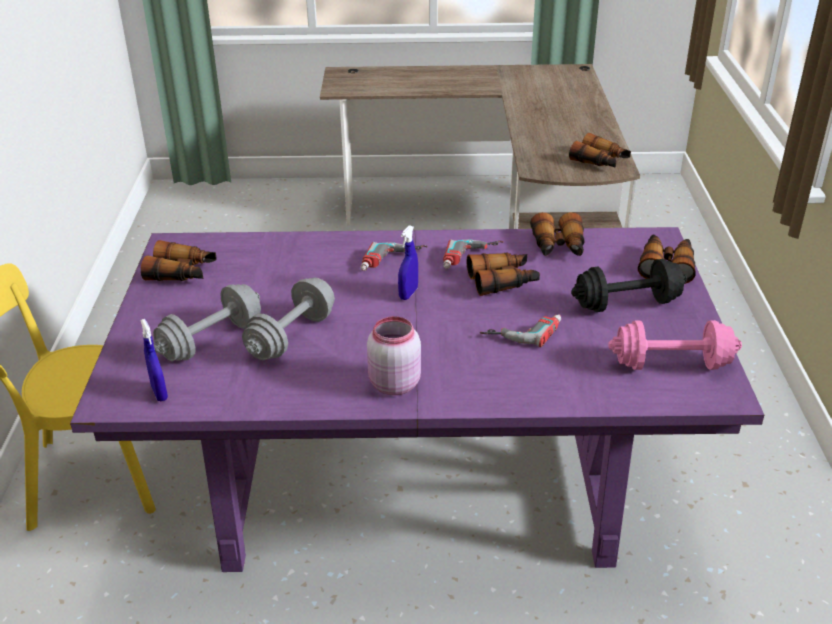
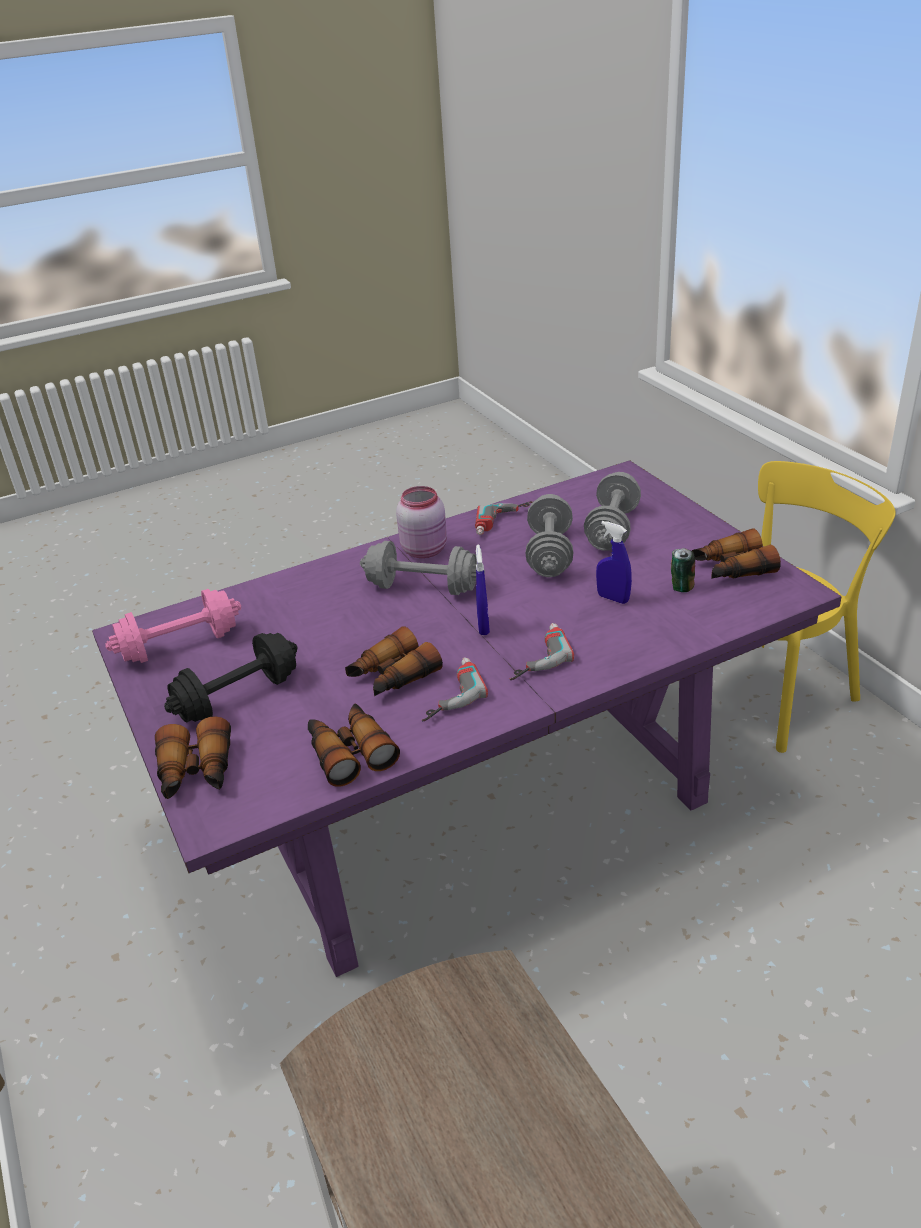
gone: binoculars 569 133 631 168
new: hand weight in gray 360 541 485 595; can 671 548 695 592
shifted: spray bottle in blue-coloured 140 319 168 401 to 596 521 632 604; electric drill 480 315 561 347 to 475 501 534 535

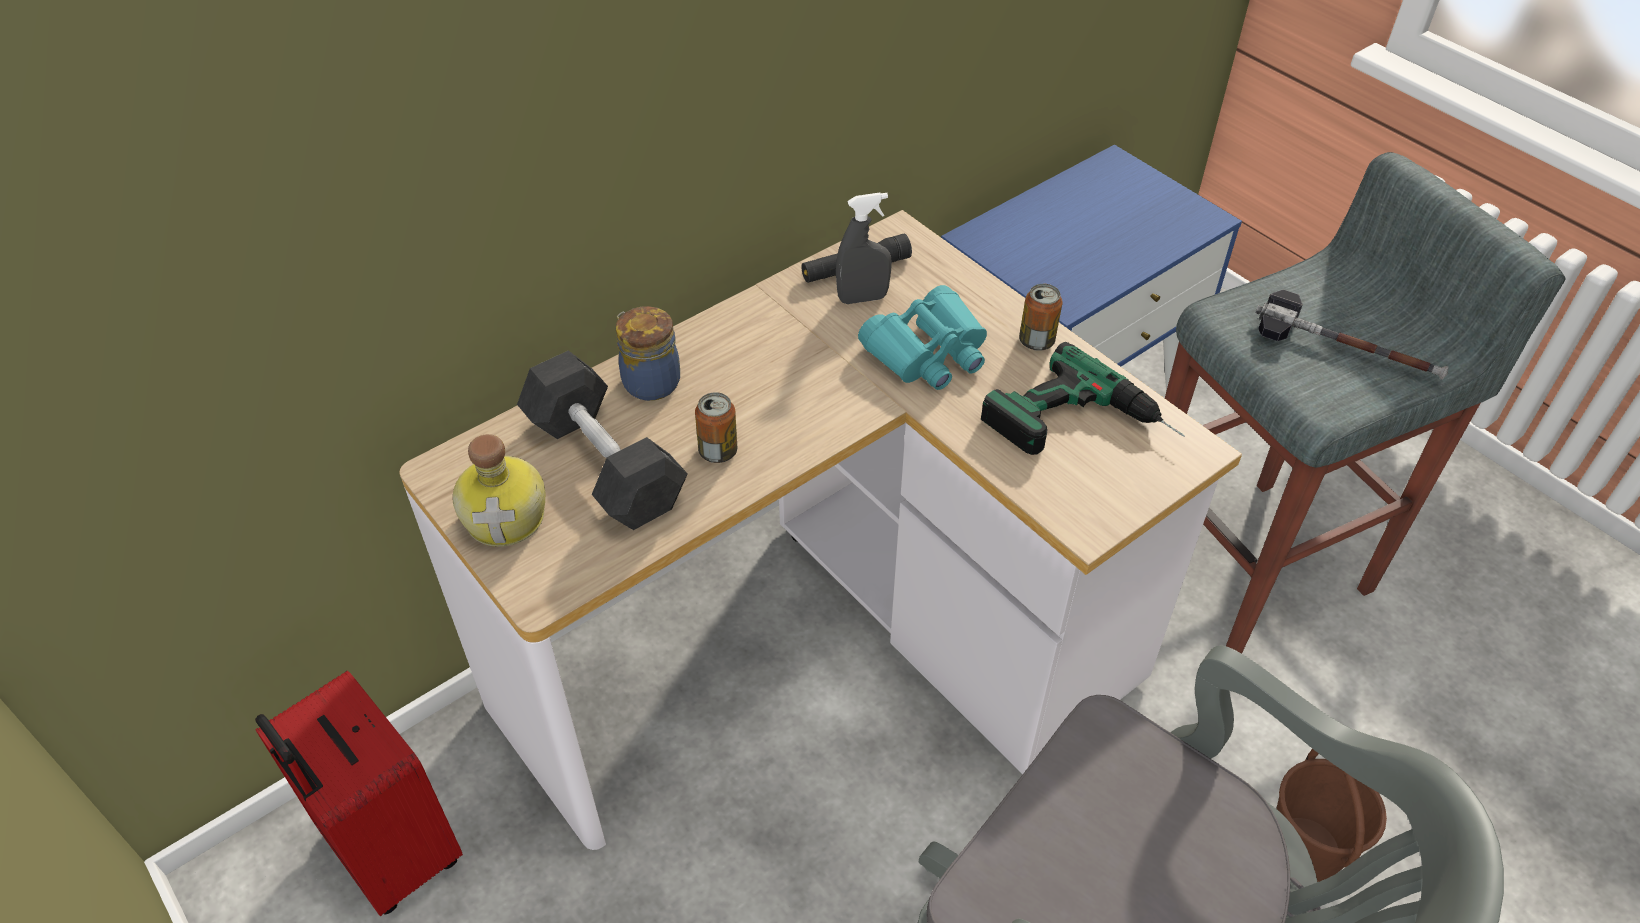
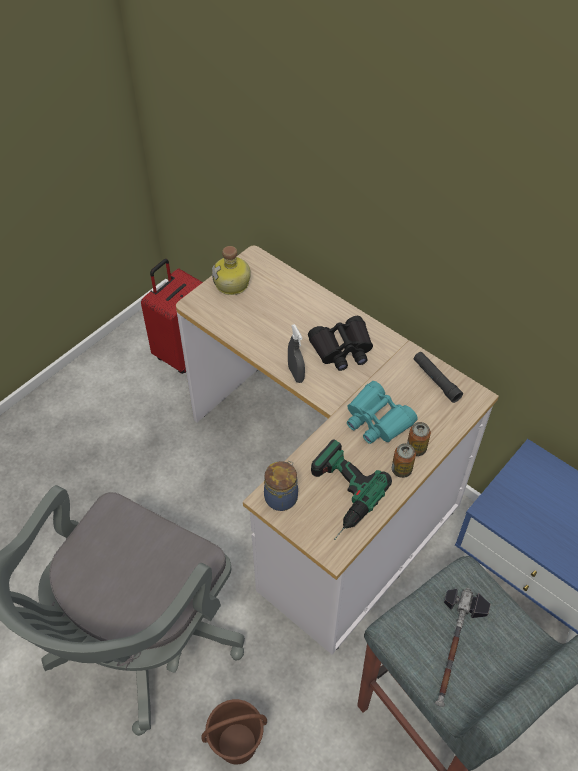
gone: hand weight in gray 517 350 688 530
new: binoculars in blackish 308 316 373 371
shifted: preserve jar 616 306 680 401 to 264 461 298 511; can 695 392 737 463 to 407 422 431 456; spray bottle in gray 836 192 892 304 to 288 324 305 383

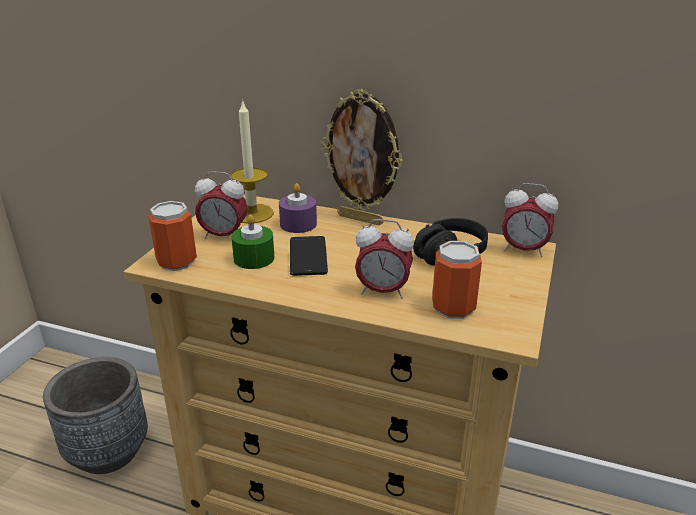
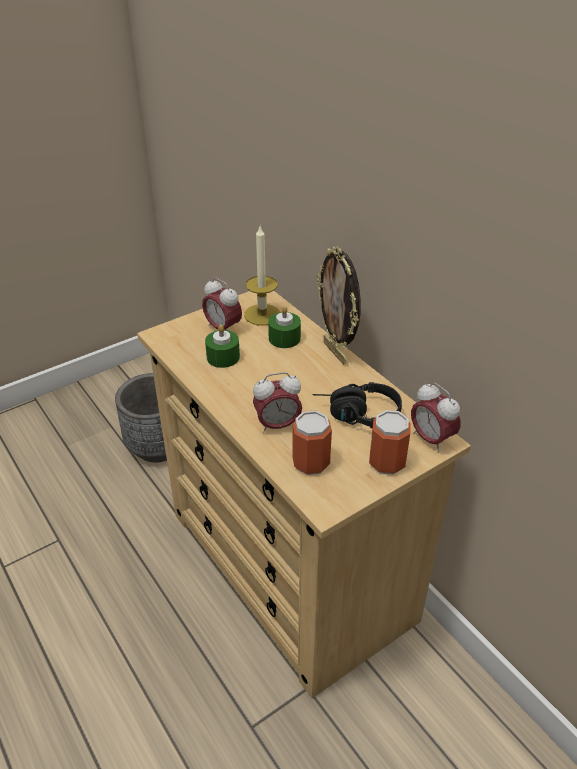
gone: phone 290 236 328 276
shifted: can 148 201 197 271 to 369 410 411 475
repainted: candle in purple-coloured 279 183 317 233 to candle in green 268 306 301 348
rotated: alarm clock 355 219 414 299 = 253 372 302 434 60 degrees counterclockwise

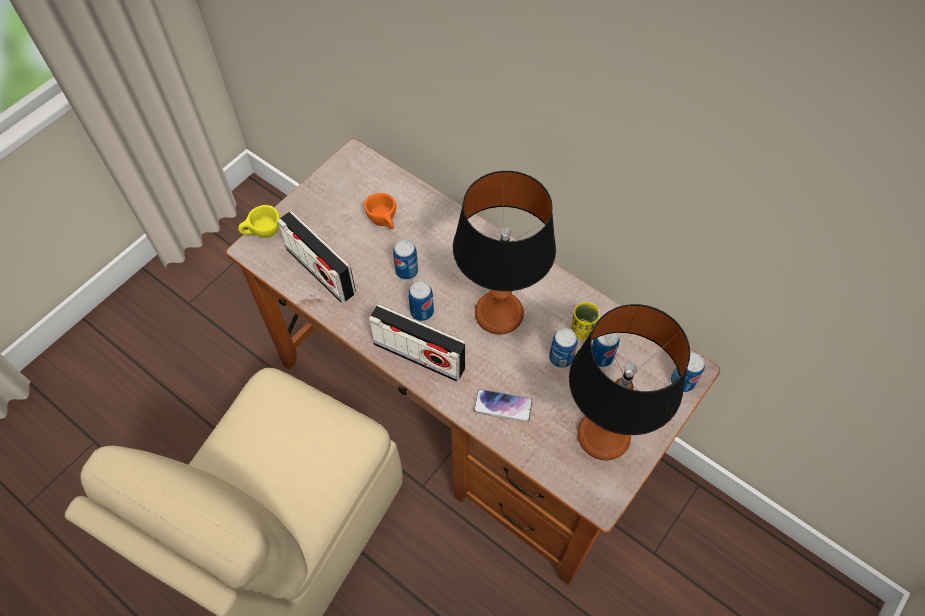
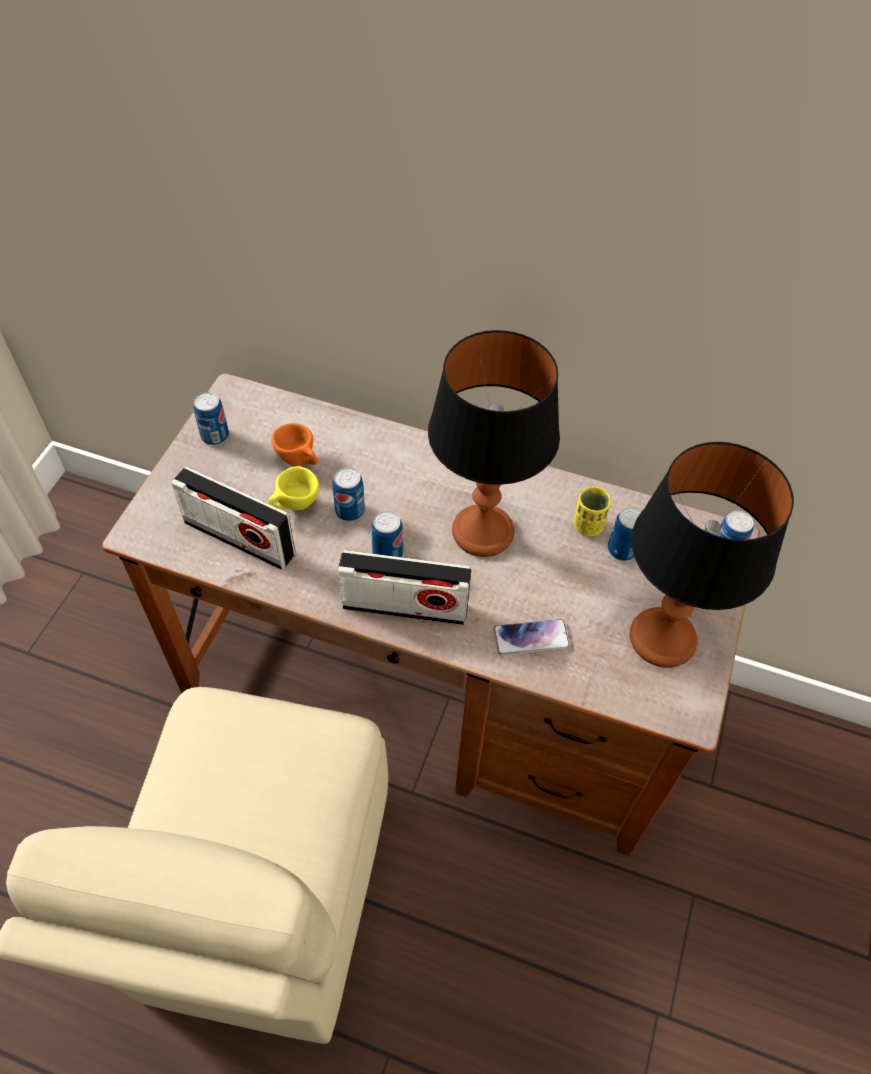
shifted: small cup in yellowish 238 205 280 238 to 267 466 319 510; can 549 328 578 368 to 193 392 229 445

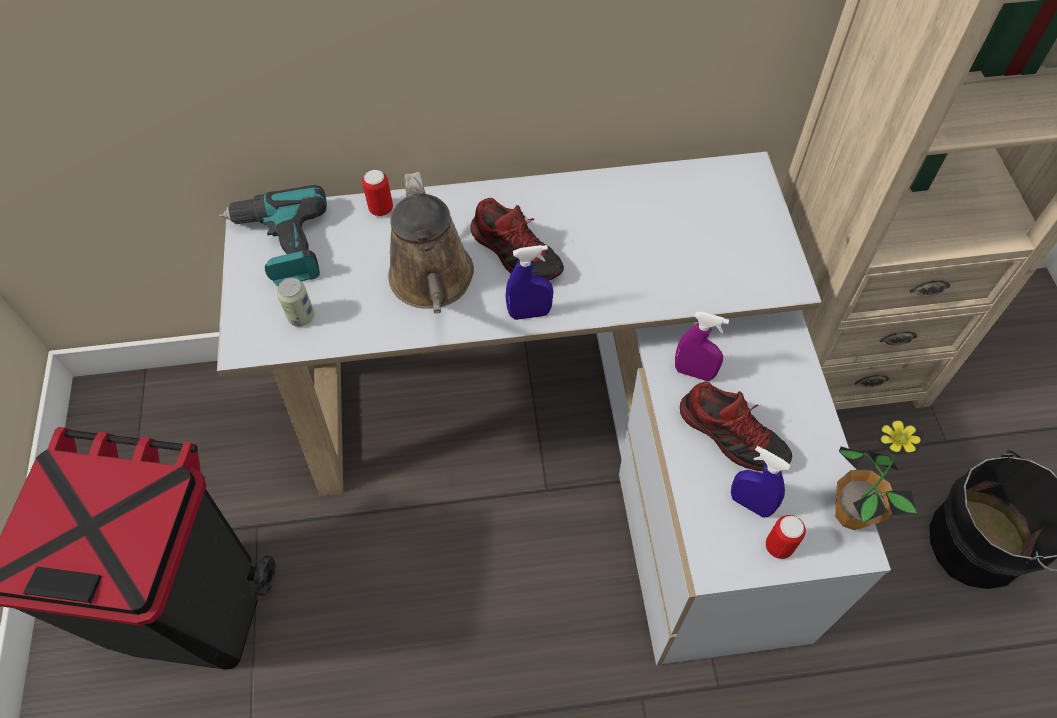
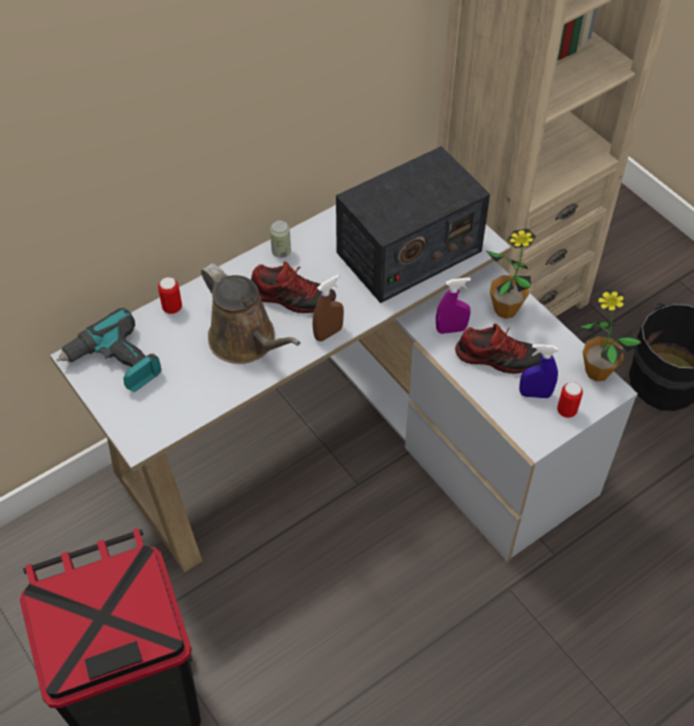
new: radio 336 146 490 303; houseplant 485 229 536 319
shifted: can 277 278 314 327 to 270 220 291 258
repainted: spray bottle in blue-coloured 505 245 553 320 to spray bottle in brownish 312 275 344 341

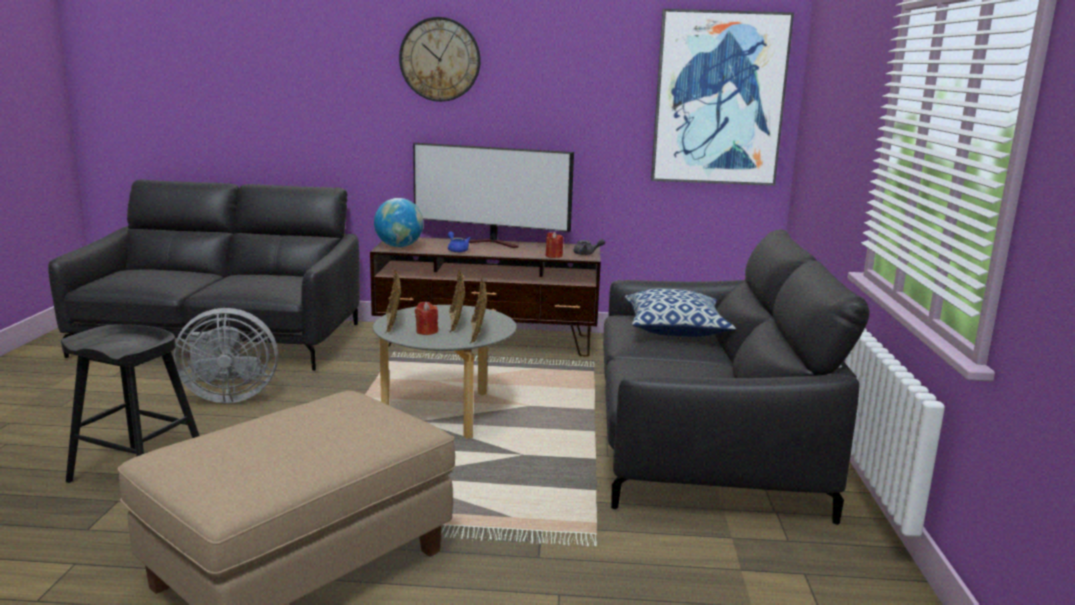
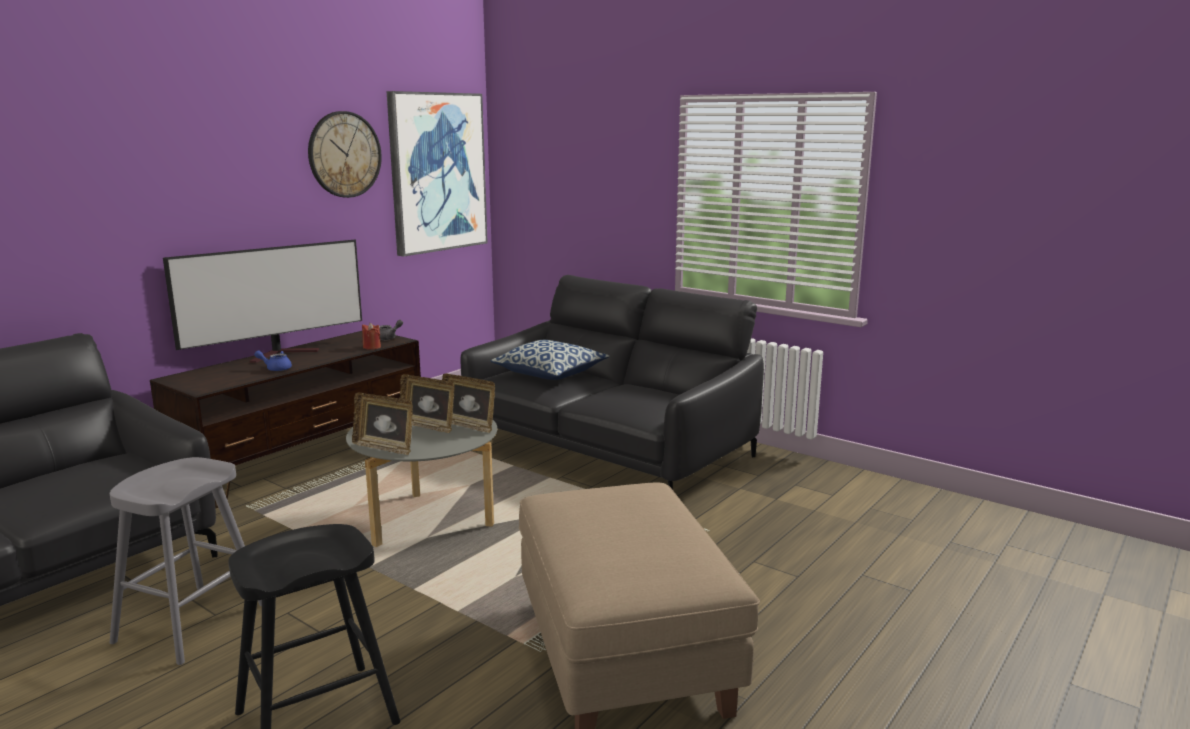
gone: desk globe 374 198 424 247; candle in reddish 415 302 438 335
shifted: hanging clock 399 17 481 102 to 308 111 382 198
swapped: fan in gray 174 308 278 403 to stool seat in gray 110 457 262 665

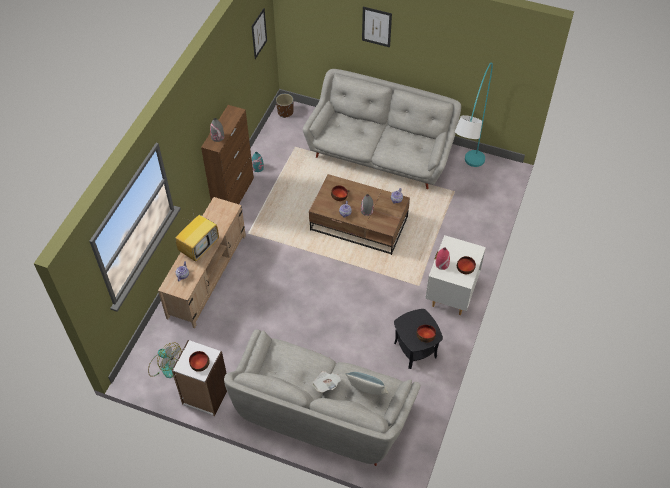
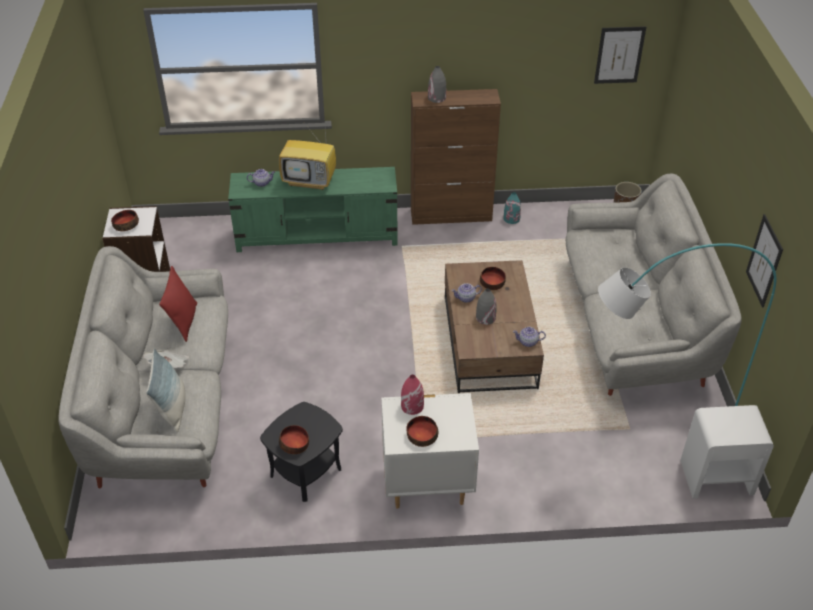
gone: fan 148 343 181 378
new: cushion in reddish 159 266 197 342; bedside table in white-coloured 680 405 774 498
shifted: wall art 362 7 392 47 to 746 214 783 308
repainted: tv unit in sand-coloured 158 197 246 328 to tv unit in green 228 167 398 252

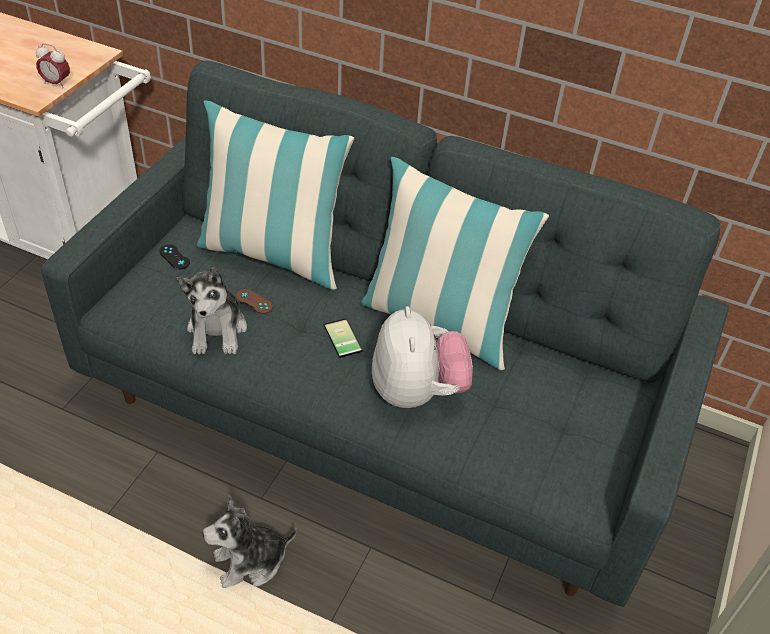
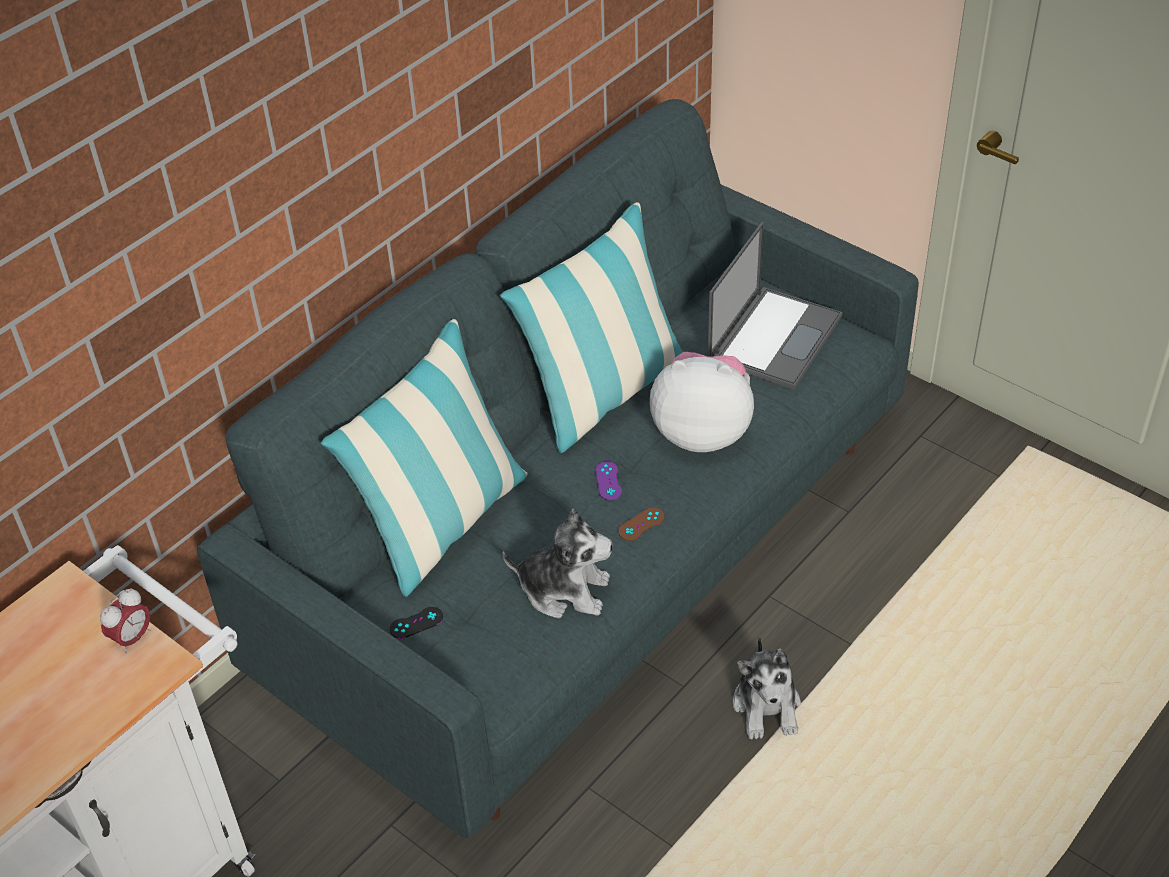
new: laptop 708 222 842 389
shifted: joypad in brownish 236 289 273 314 to 618 507 664 541
swapped: phone 324 318 363 358 to joypad in purple-coloured 595 462 622 500

